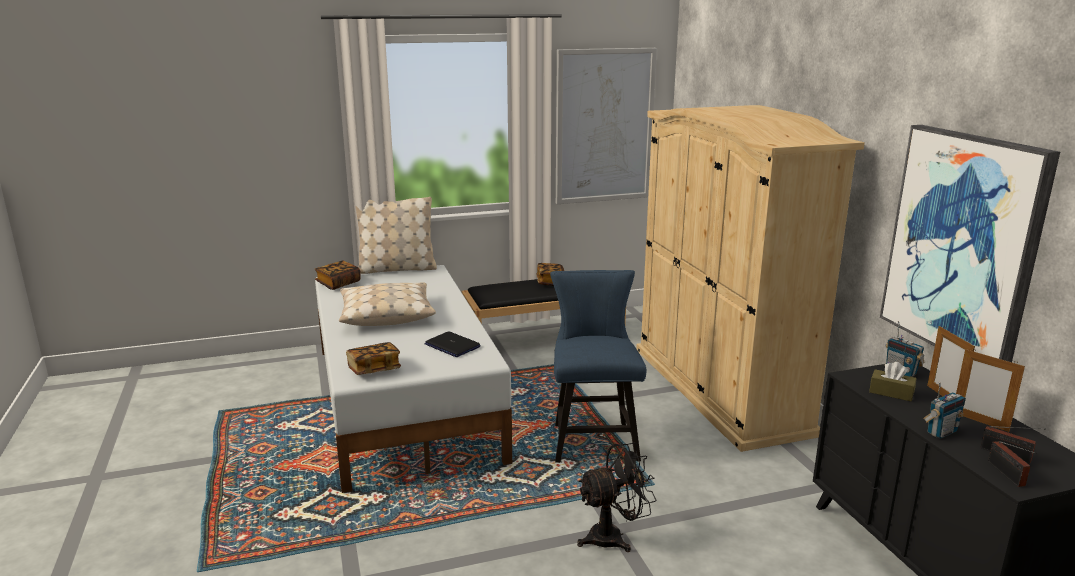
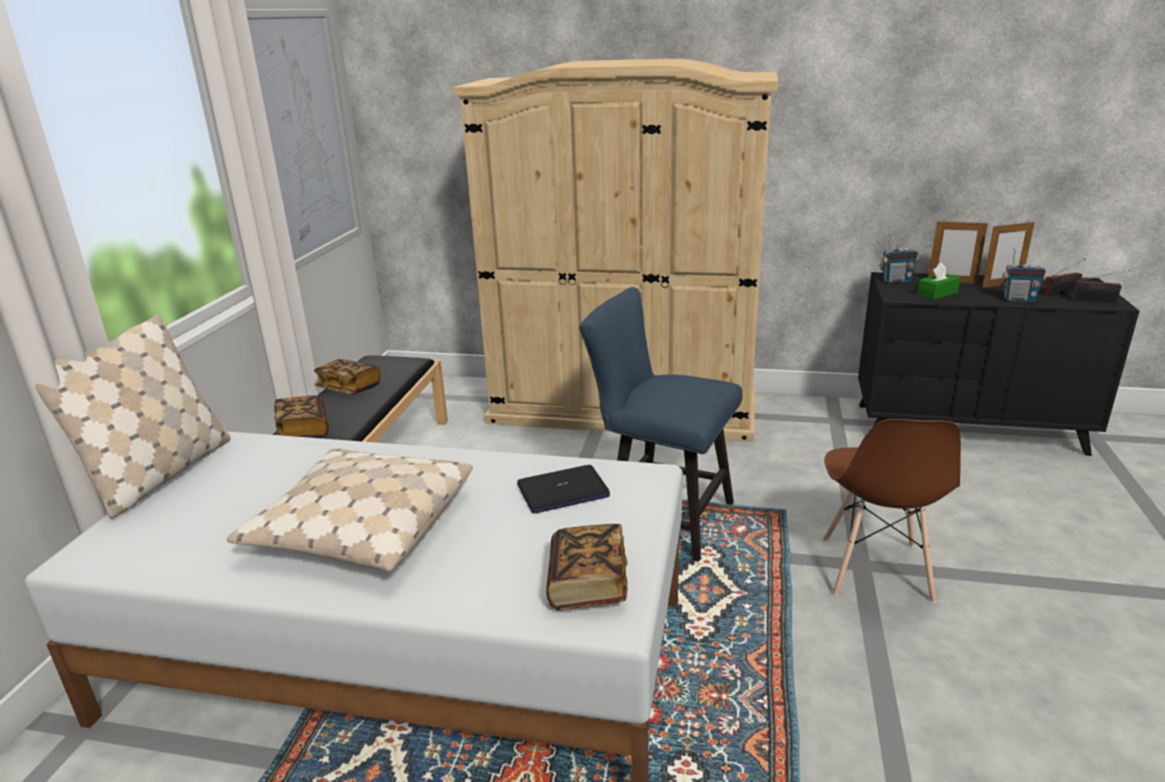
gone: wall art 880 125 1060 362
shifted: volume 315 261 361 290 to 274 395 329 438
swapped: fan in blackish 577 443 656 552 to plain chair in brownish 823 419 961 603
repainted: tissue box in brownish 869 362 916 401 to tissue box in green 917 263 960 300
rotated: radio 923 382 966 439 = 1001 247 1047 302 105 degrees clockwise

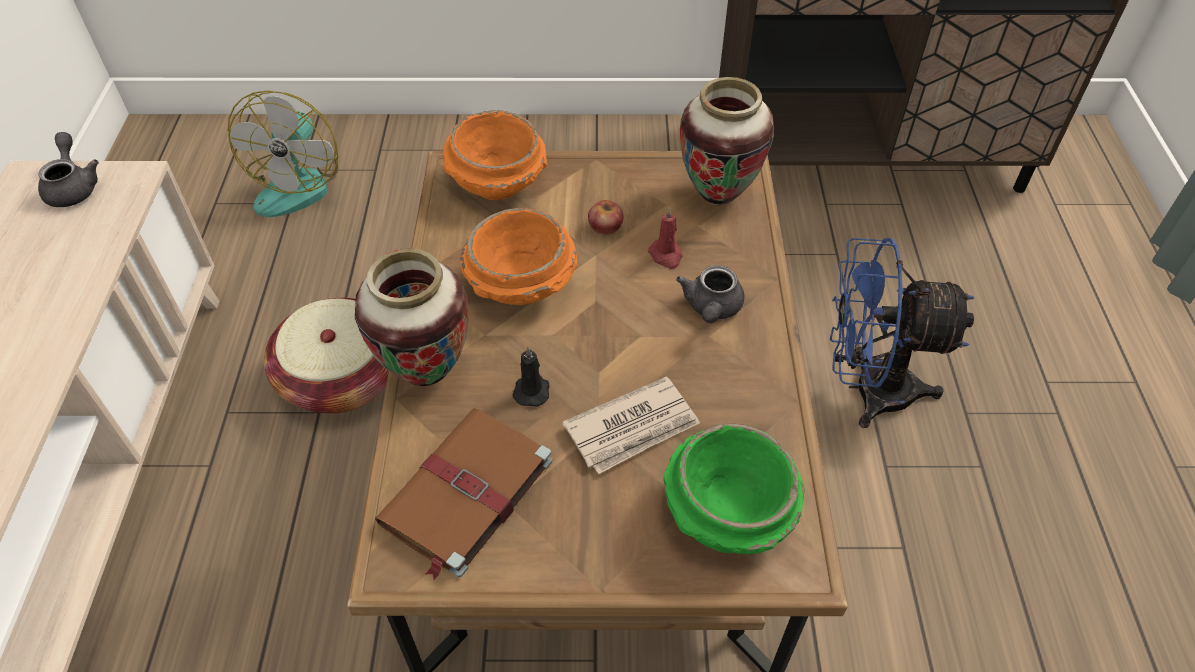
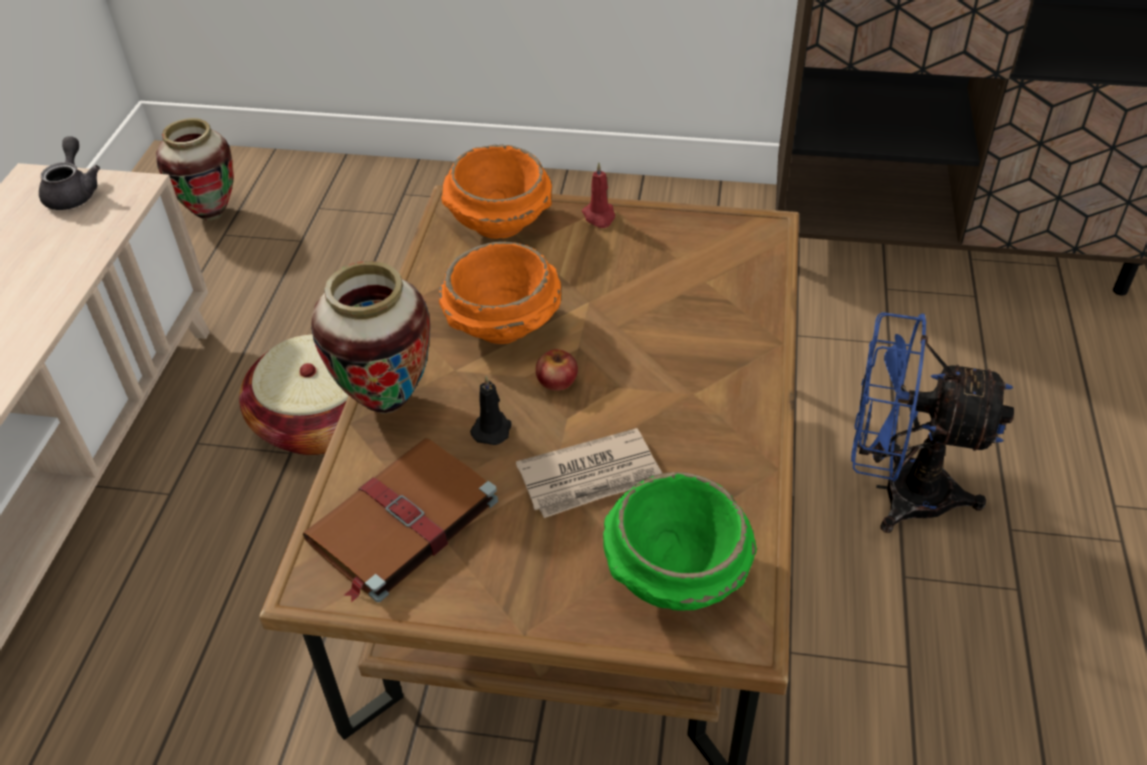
gone: fan 228 90 338 217; pot for tea in gray 676 265 744 323
shifted: apple 588 200 623 235 to 536 349 578 391; candle in reddish 648 207 683 269 to 582 162 615 228; vase 680 77 774 206 to 156 118 234 221

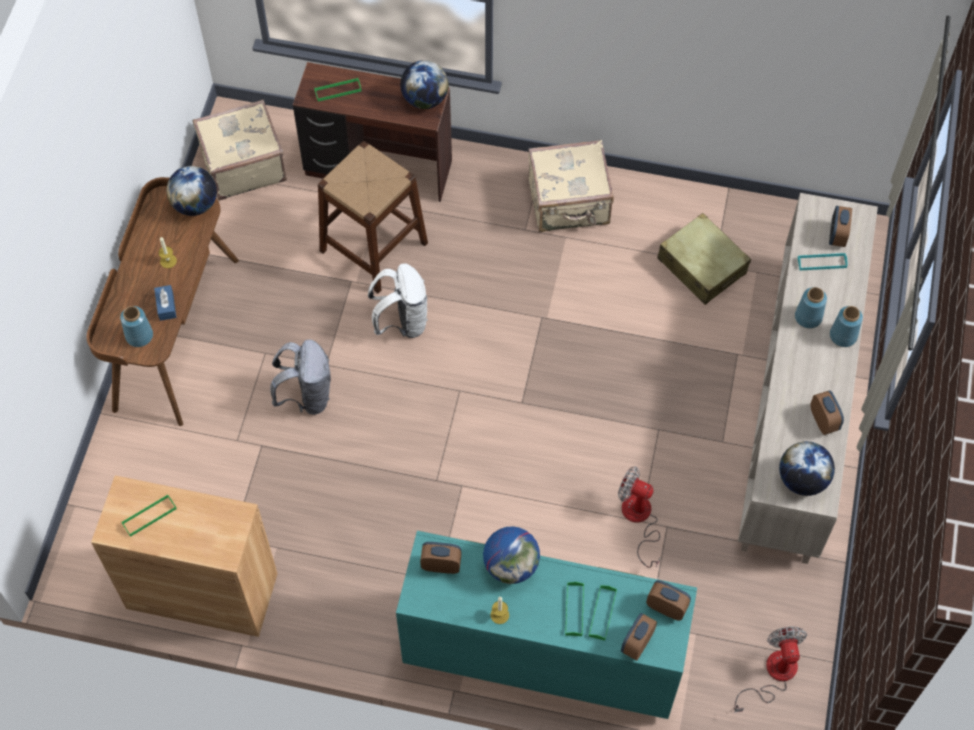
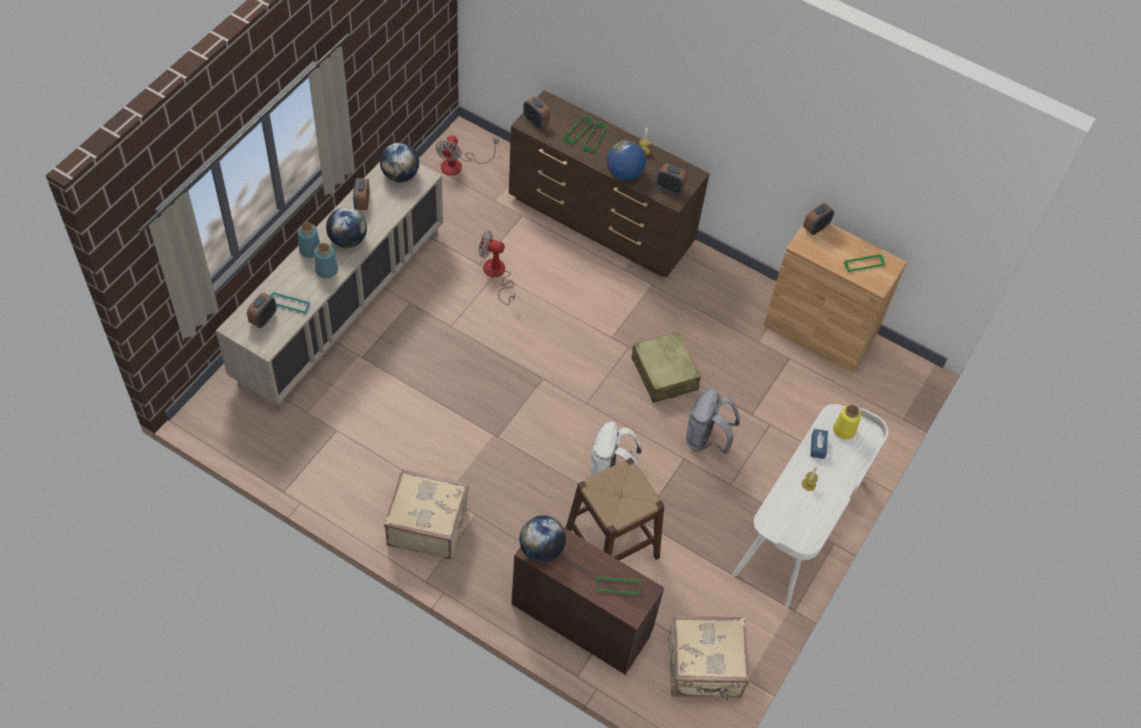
shifted: desk globe 167 166 217 216 to 326 207 367 248; alarm clock 621 613 657 661 to 803 203 834 235; piece of luggage in sand-coloured 657 213 751 305 to 632 332 701 403
repainted: desk table in brownish 86 177 239 426 to desk table in white-coloured 732 404 888 608; vase in blue-coloured 120 306 153 347 to vase in yellowish 833 405 861 439; chest of drawers in turquoise-coloured 396 531 697 719 to chest of drawers in brownish 509 90 710 277
rotated: fan 618 466 660 568 = 479 231 515 305 150 degrees clockwise

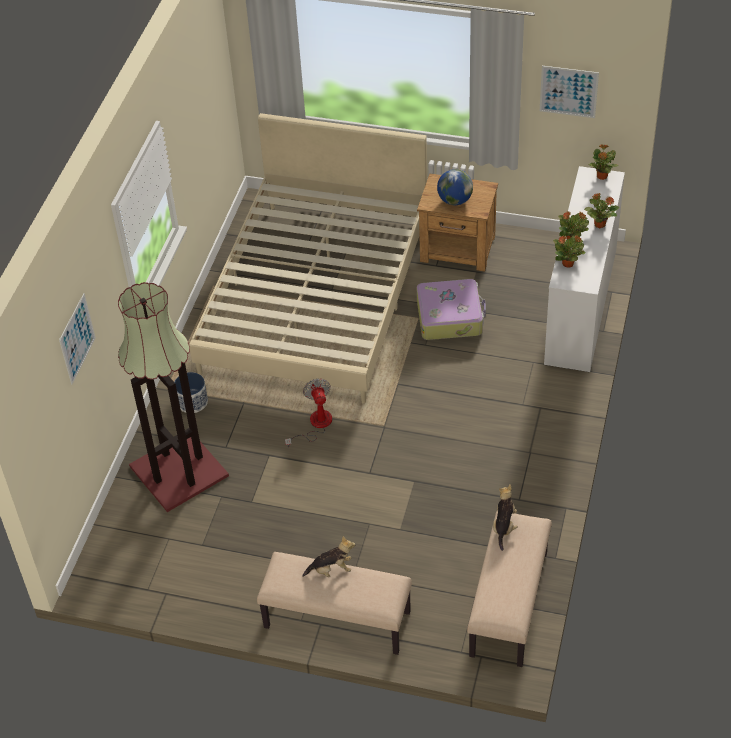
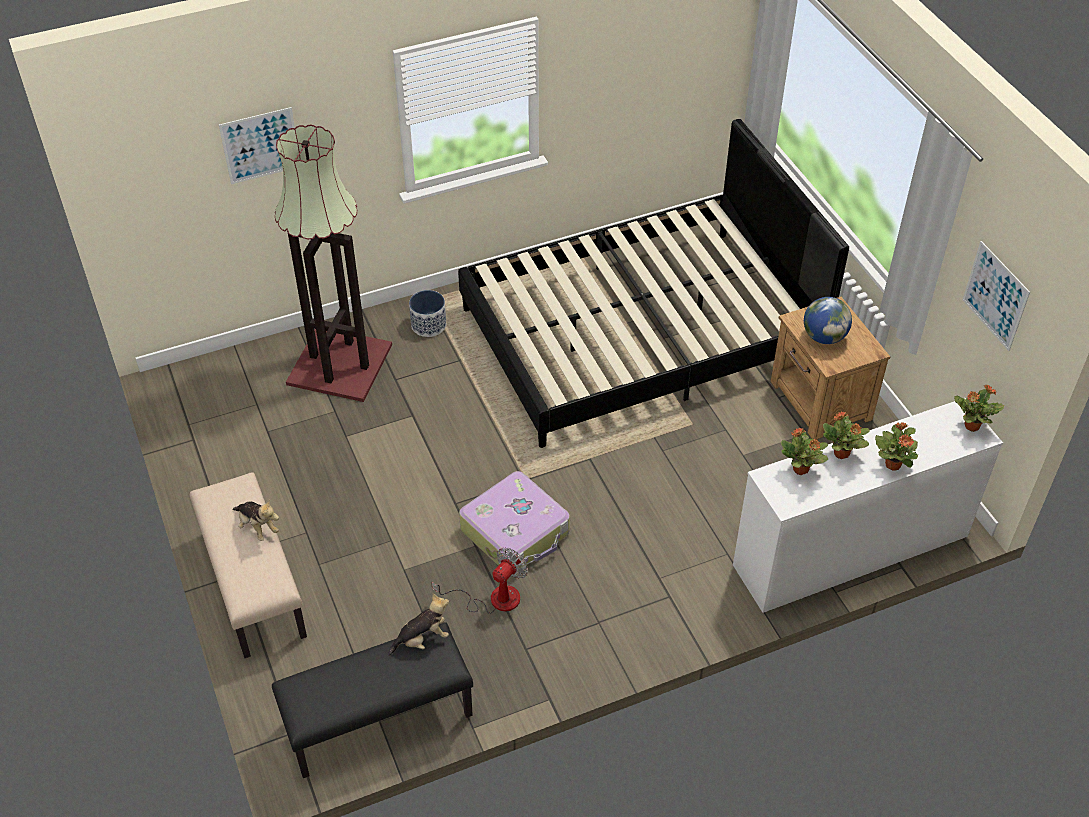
shifted: fan 285 378 332 448 to 431 548 528 614; piece of luggage 417 279 486 340 to 459 471 570 571
repainted: bedroom bed in sand-coloured 189 113 427 403 to bedroom bed in blackish 458 119 849 448; long seat in sand-coloured 467 510 552 667 to long seat in blackish 272 622 473 778

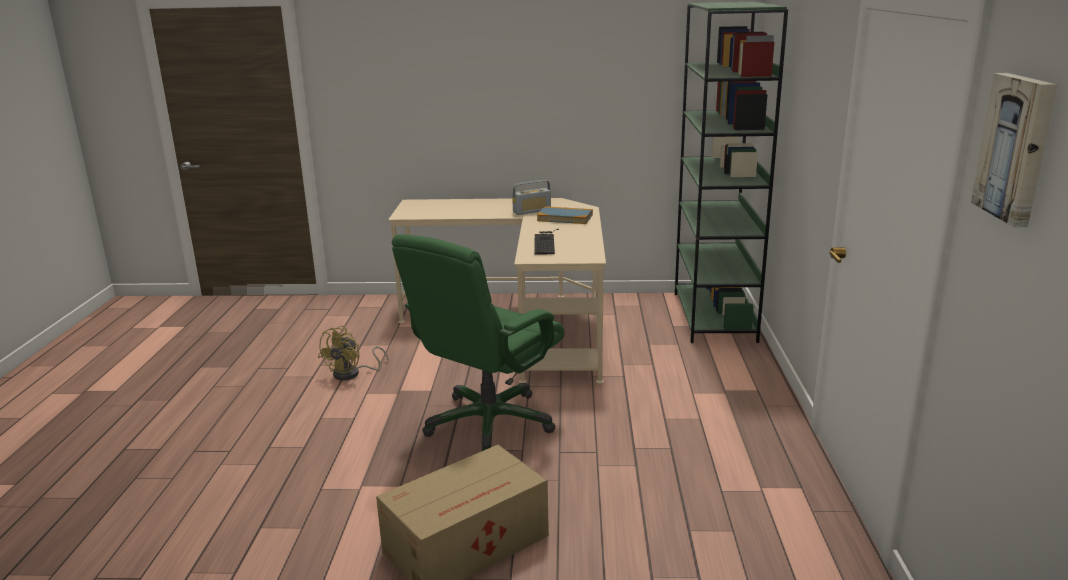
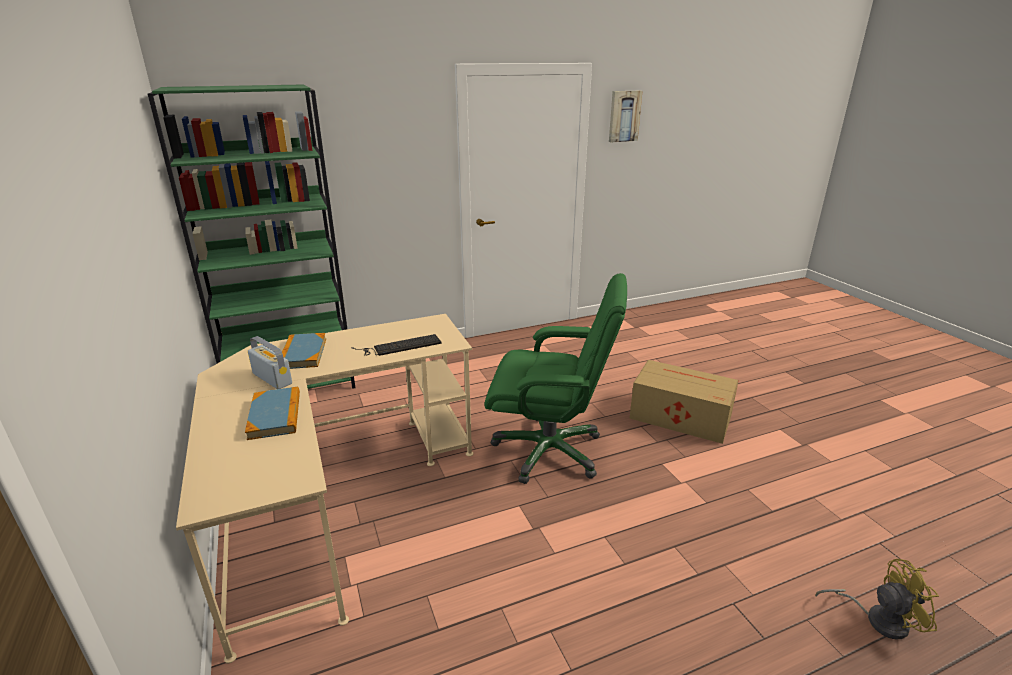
new: volume 245 387 300 440
shifted: fan in yellowish 318 326 389 380 to 815 559 939 640

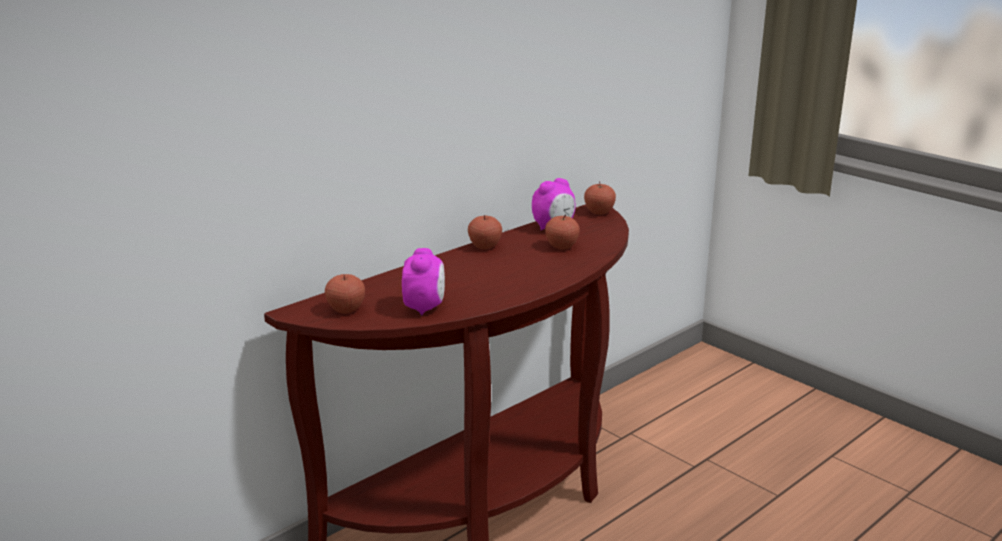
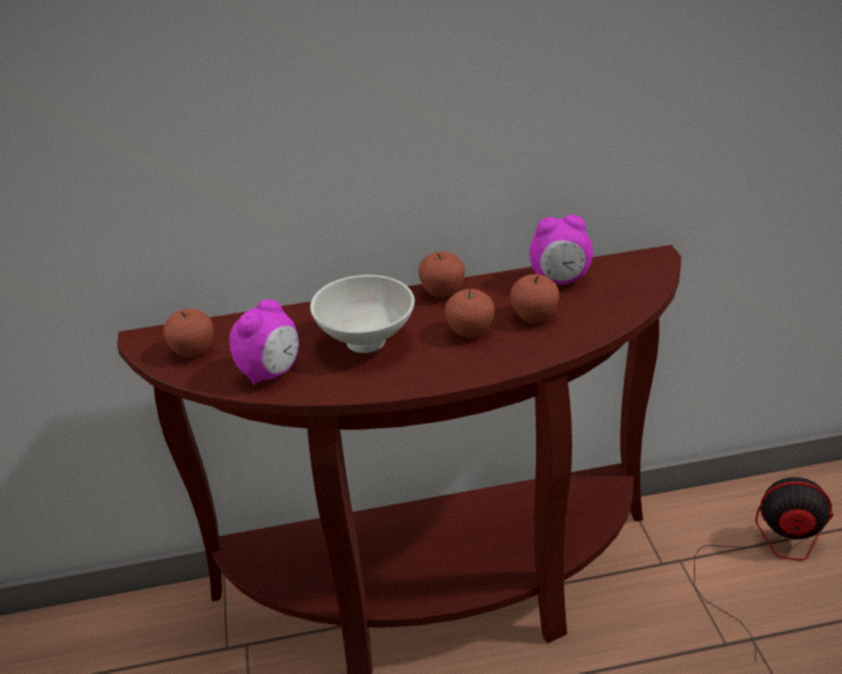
new: deep dish in white-coloured 310 275 415 353; fan 694 477 833 660
shifted: apple 584 181 616 215 to 445 288 495 338

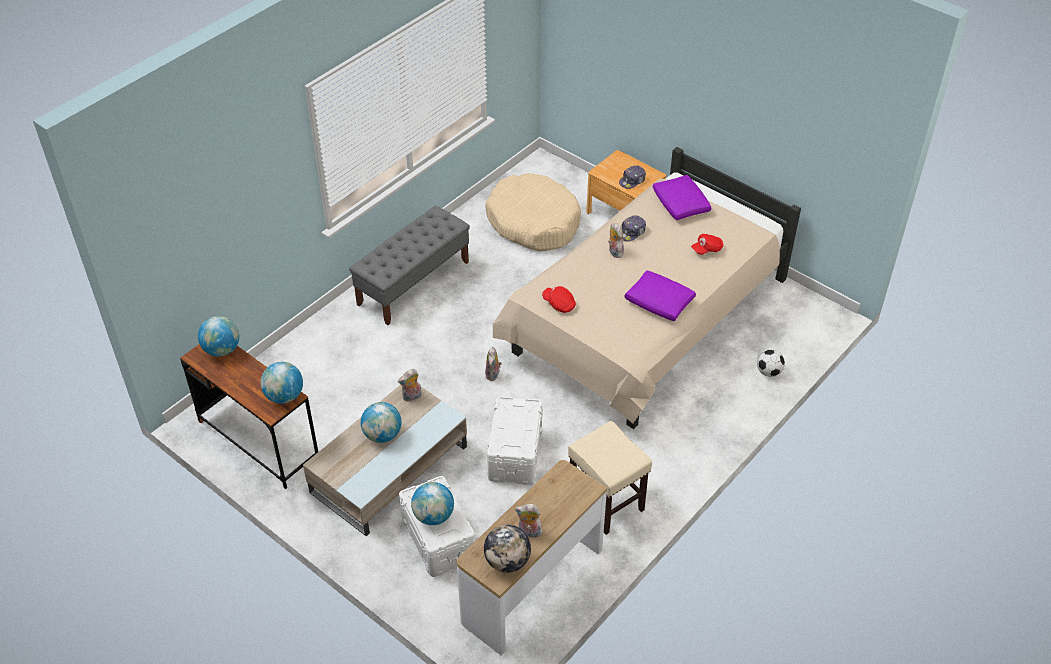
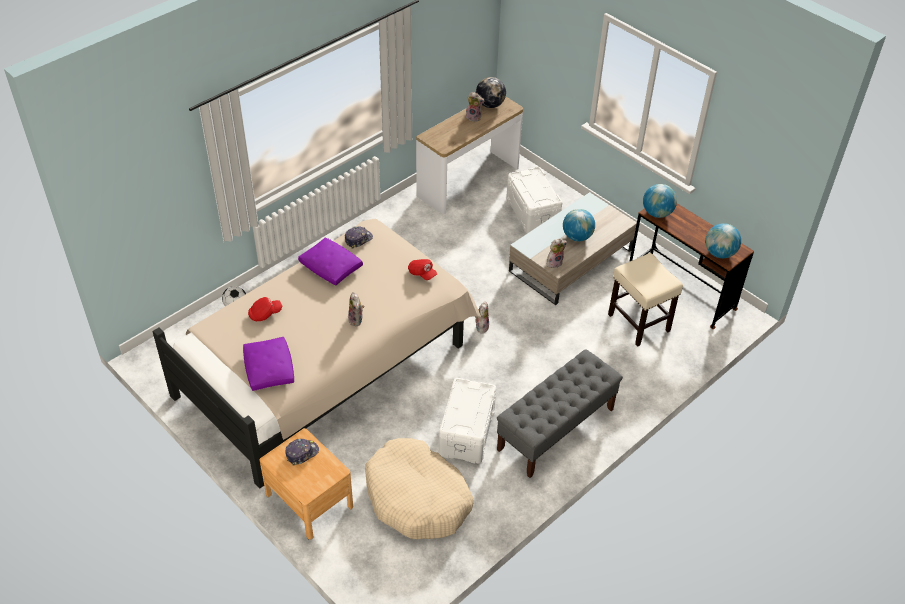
gone: desk globe 411 482 454 525
shifted: storage box in white-coloured 487 396 543 485 to 439 378 496 463; stool seat in sand-coloured 568 421 652 535 to 608 253 683 347; peaked cap 621 215 646 242 to 345 226 373 249

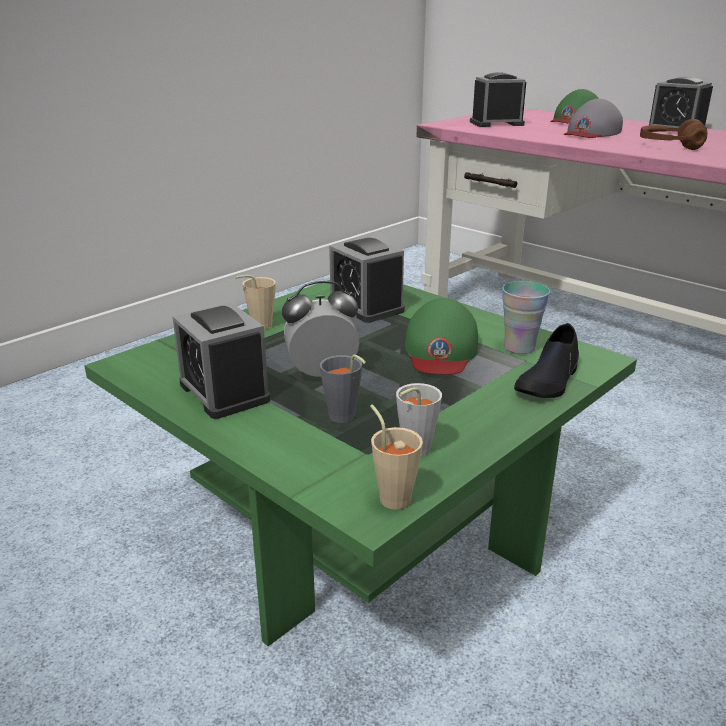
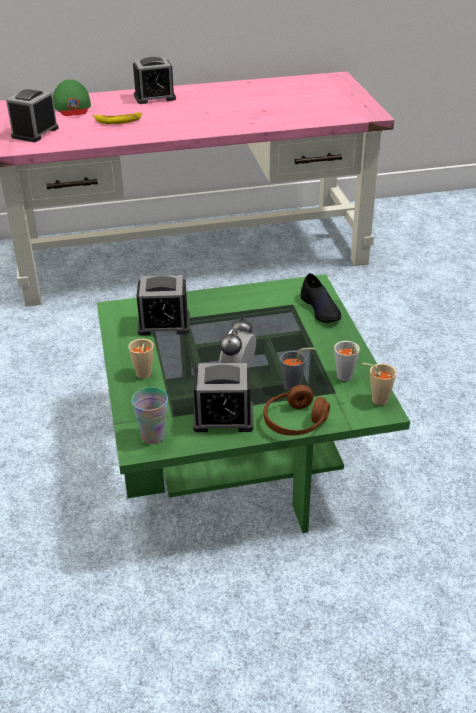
gone: peaked cap in green 405 298 478 375
shifted: small cup 502 281 550 354 to 131 387 168 444; headset in brownish 640 119 708 150 to 264 385 330 436
swapped: peaked cap in gray 564 99 623 138 to whole banana 93 112 142 124

